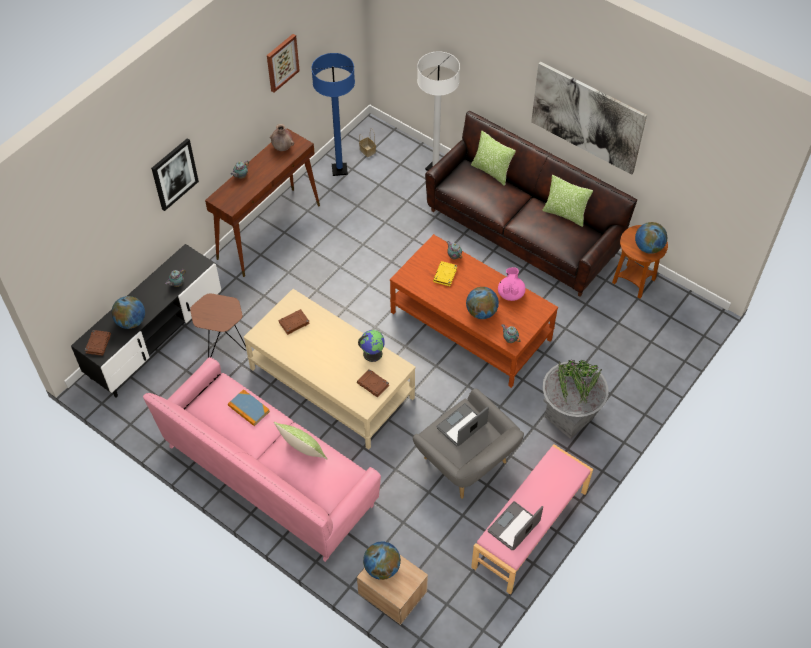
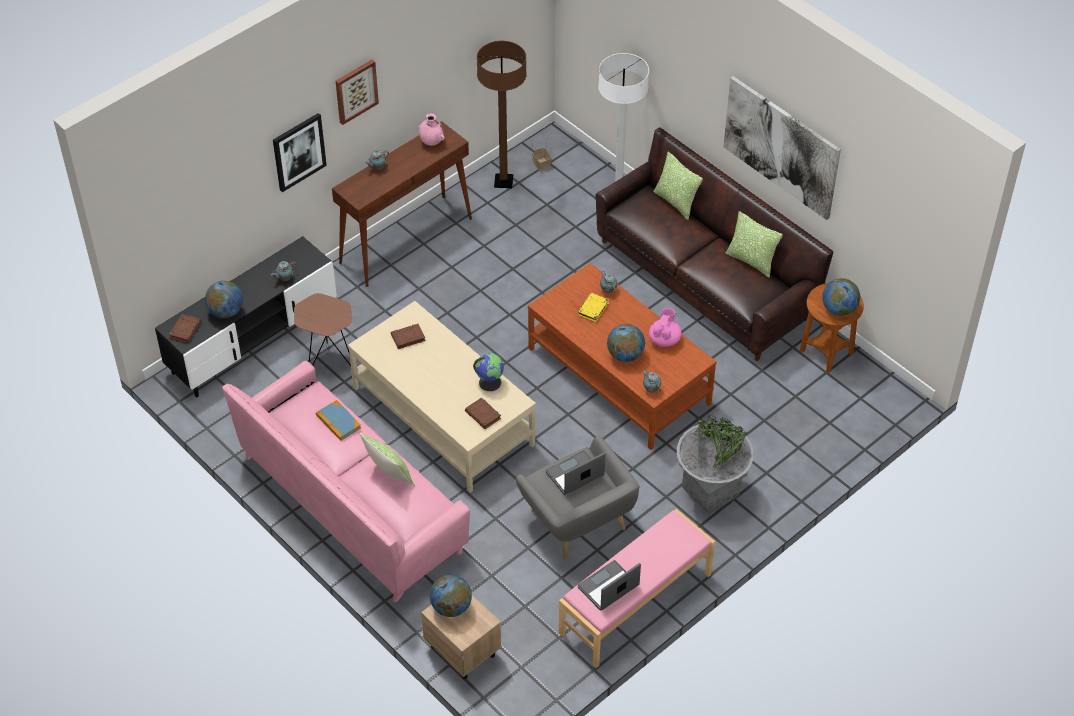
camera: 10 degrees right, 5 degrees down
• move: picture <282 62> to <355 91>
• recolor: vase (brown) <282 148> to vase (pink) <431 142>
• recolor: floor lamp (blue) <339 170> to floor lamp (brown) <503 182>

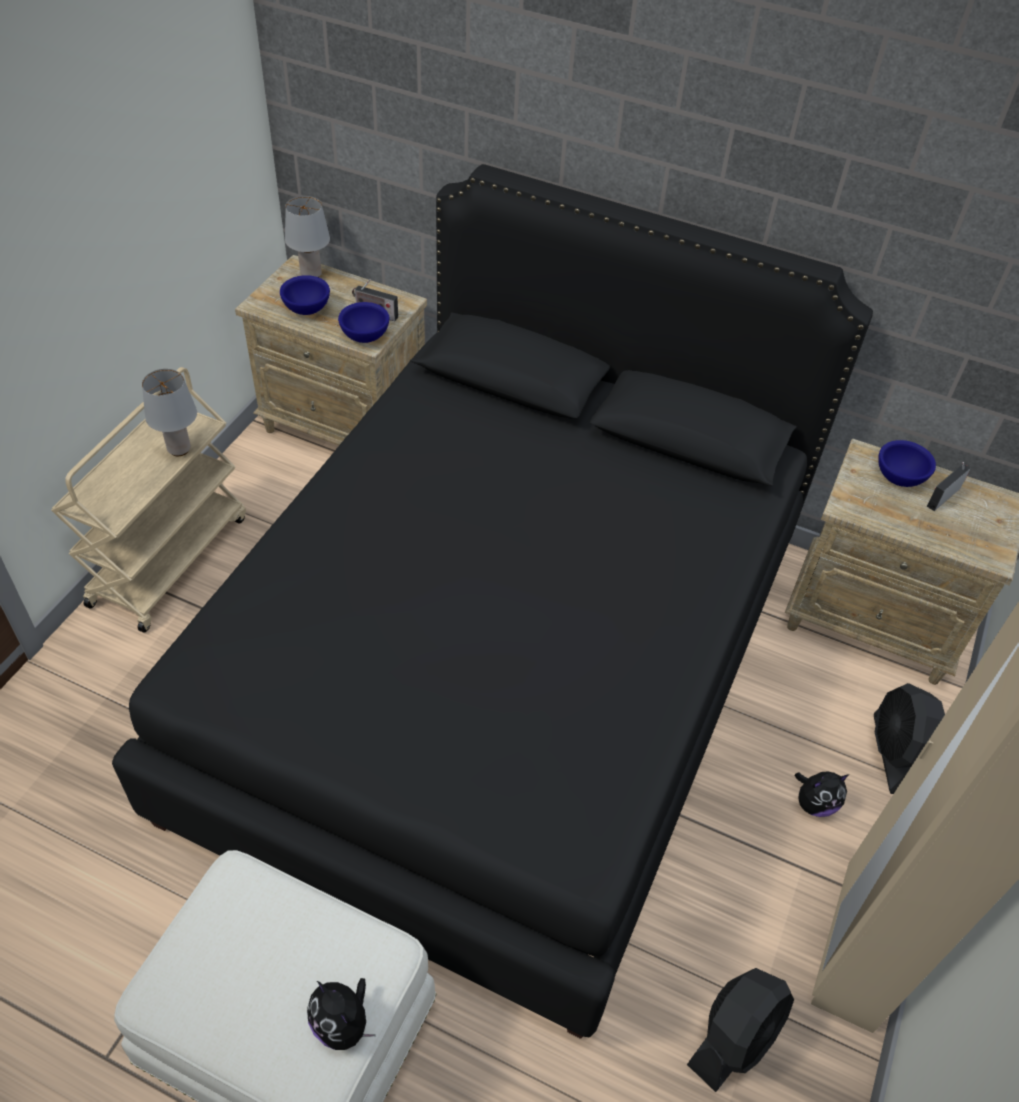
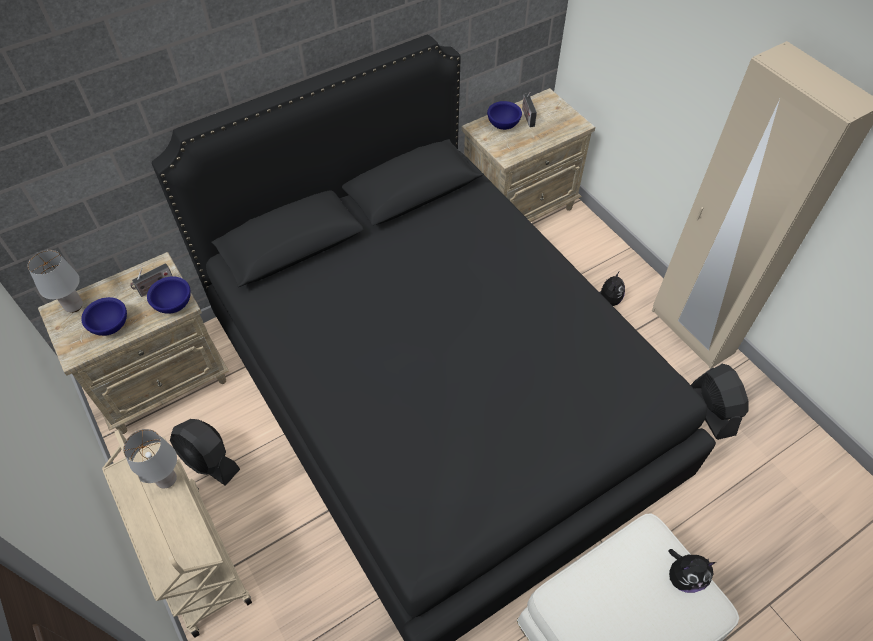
camera: 55 degrees left, 5 degrees up
• move: fan (black) <896 754> to <209 461>

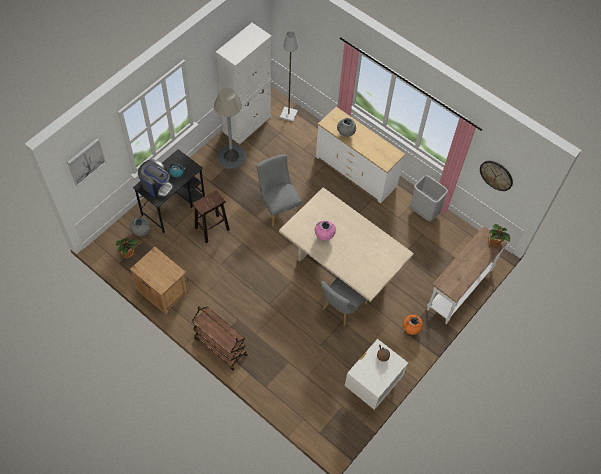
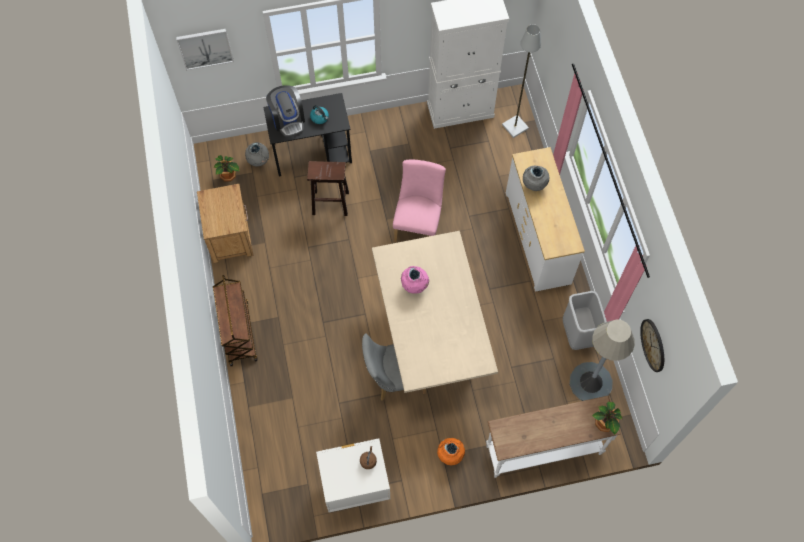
camera: 40 degrees right, 5 degrees up
• move: floor lamp (grey) <231 156> to <590 383>
• recolor: chair (grey) <278 207> to chair (pink) <418 223>

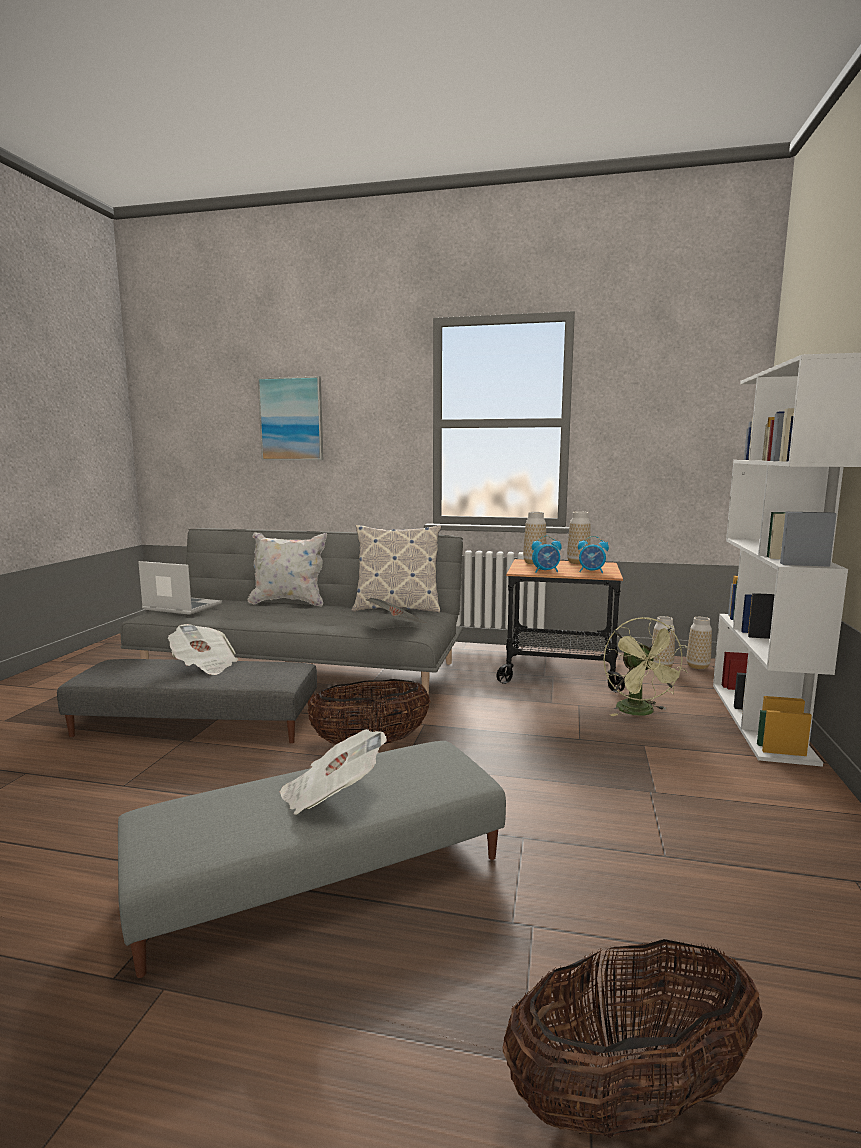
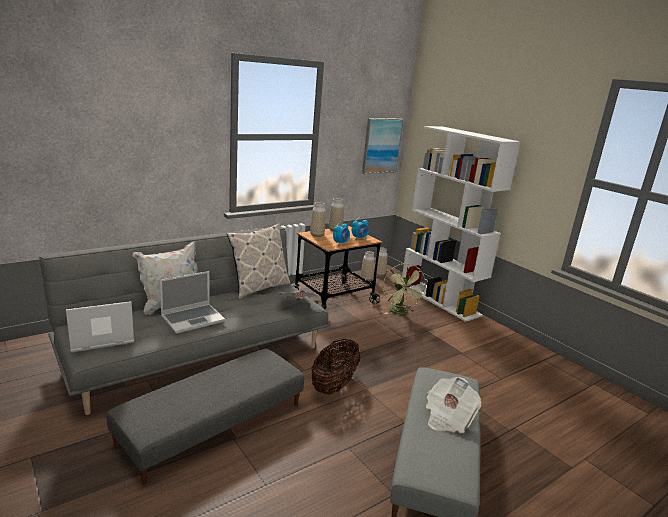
camera: 50 degrees left, 10 degrees up
• delete: newspaper <204 665>
• move: picture <291 419> to <381 145>
• delete: basket <629 1099>
• rotate: fan (green) <640 712> = <400 312> 45 degrees clockwise
• insert: laptop <193 319>

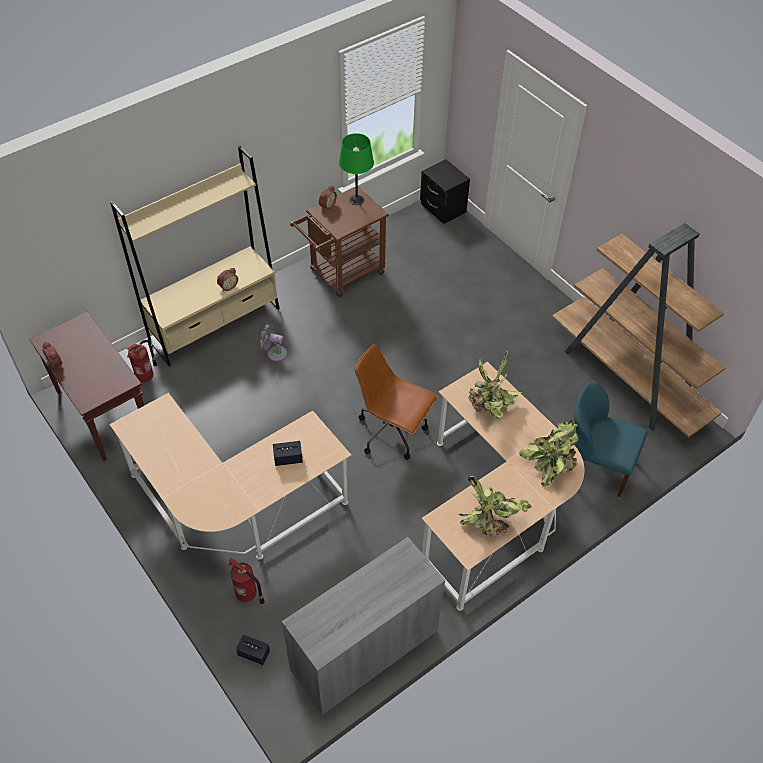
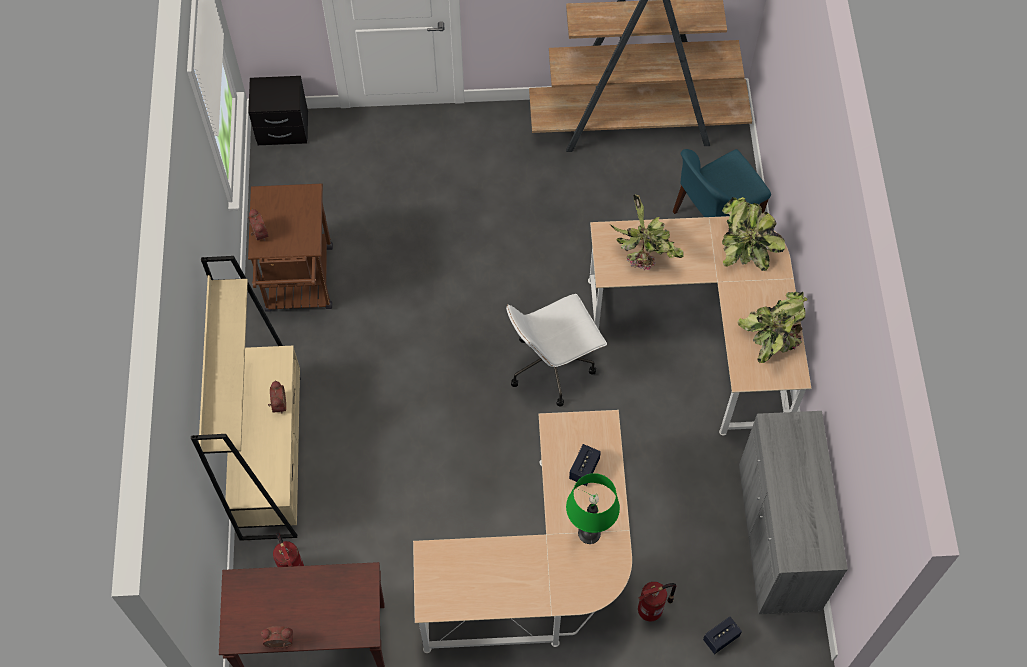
camera: 55 degrees left, 10 degrees up
• delete: fan (grey) <275 353>
• move: table lamp (green) <356 200> to <589 533>
• recolor: office chair (brown) <393 432> to office chair (white) <552 366>

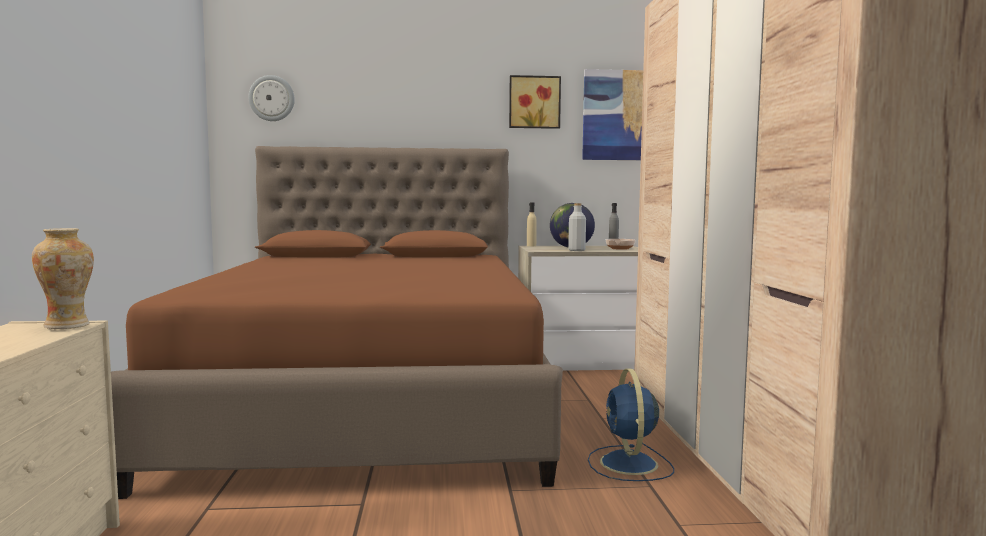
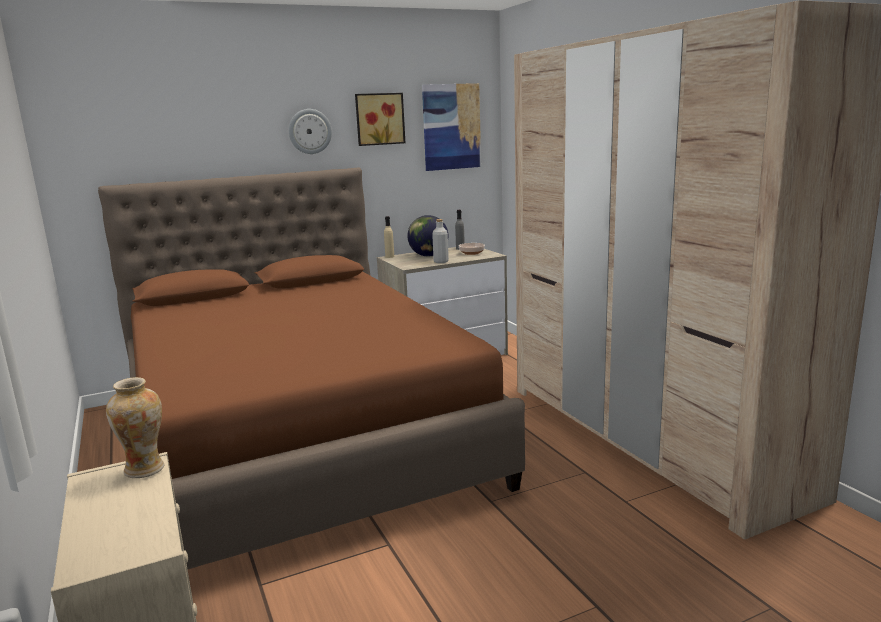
camera: 20 degrees left, 10 degrees up
• move: wall clock <272 98> to <310 131>
• delete: fan (blue) <629 464>

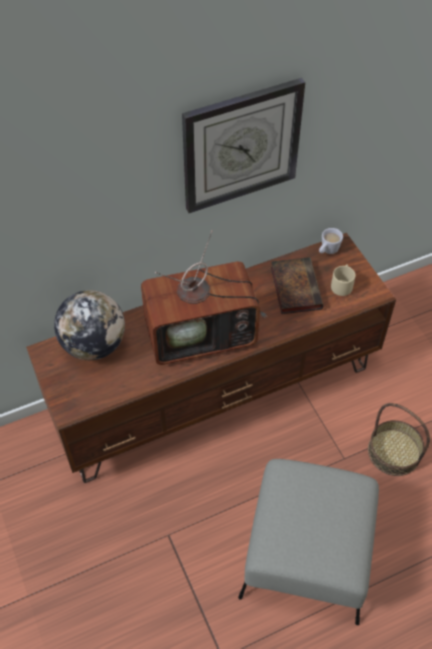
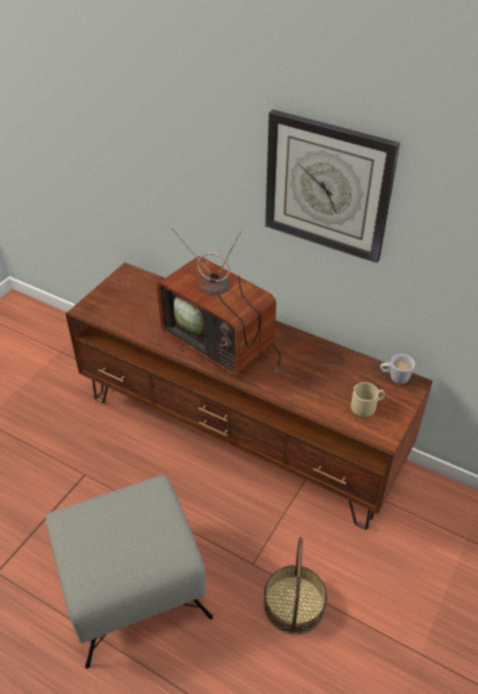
camera: 55 degrees right, 10 degrees down
• delete: globe <94 345>
• delete: book <294 287>

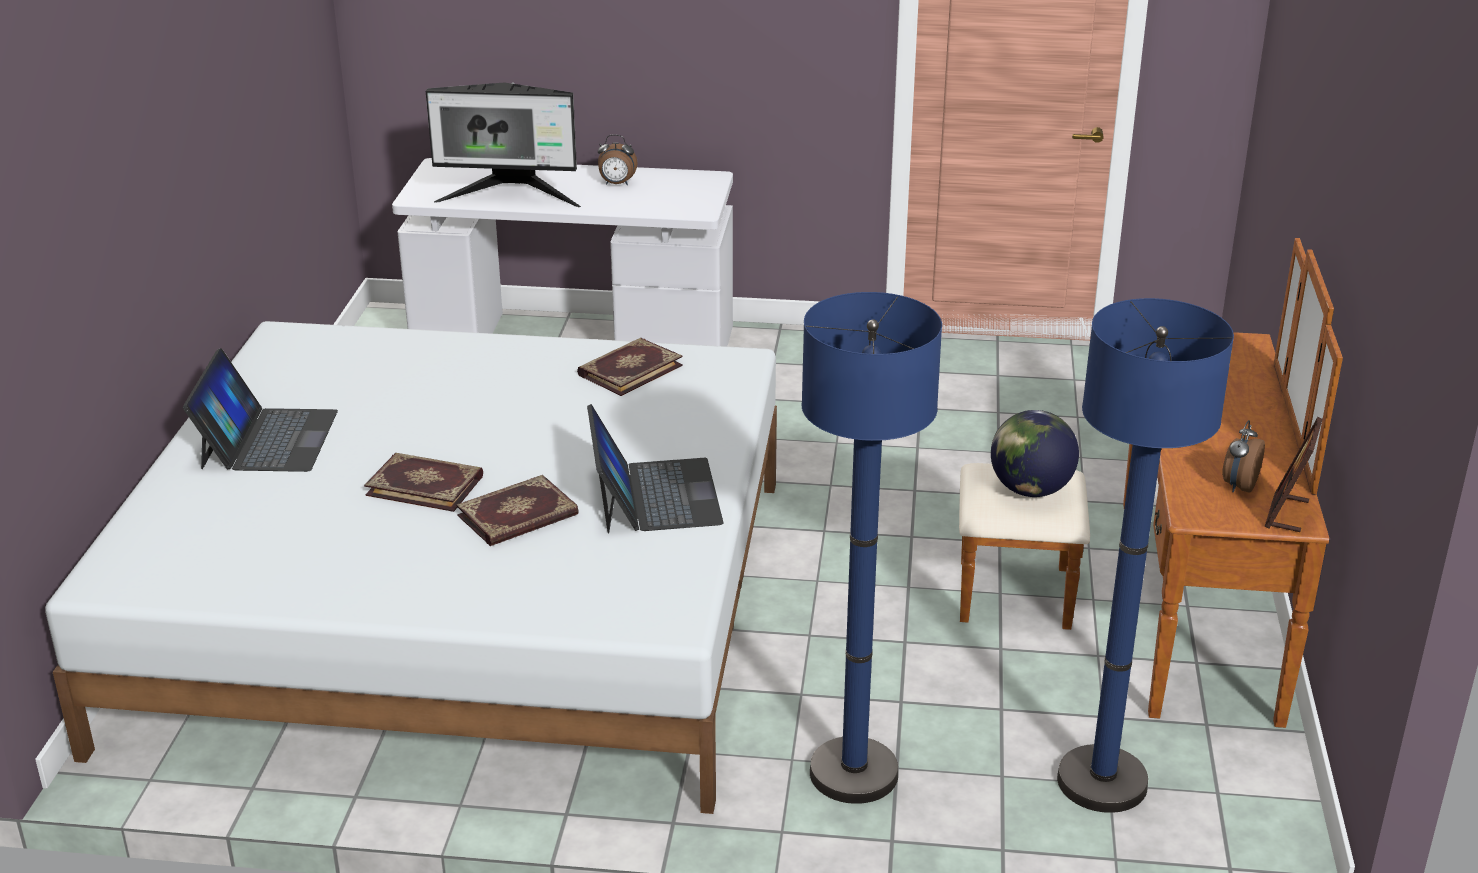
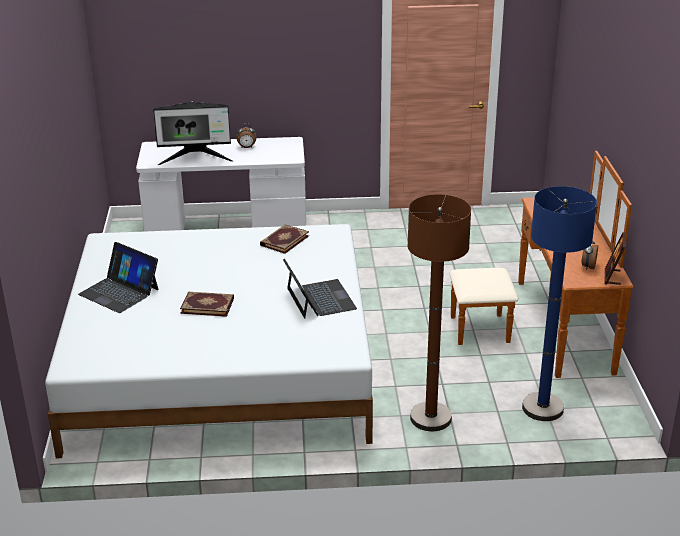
camera: 10 degrees left, 0 degrees up
• rotate: laptop <267 439> = <119 291> 135 degrees clockwise
• delete: book <518 516>
• recolor: floor lamp (blue) <853 773> to floor lamp (brown) <430 418>
• delete: globe <1030 490>

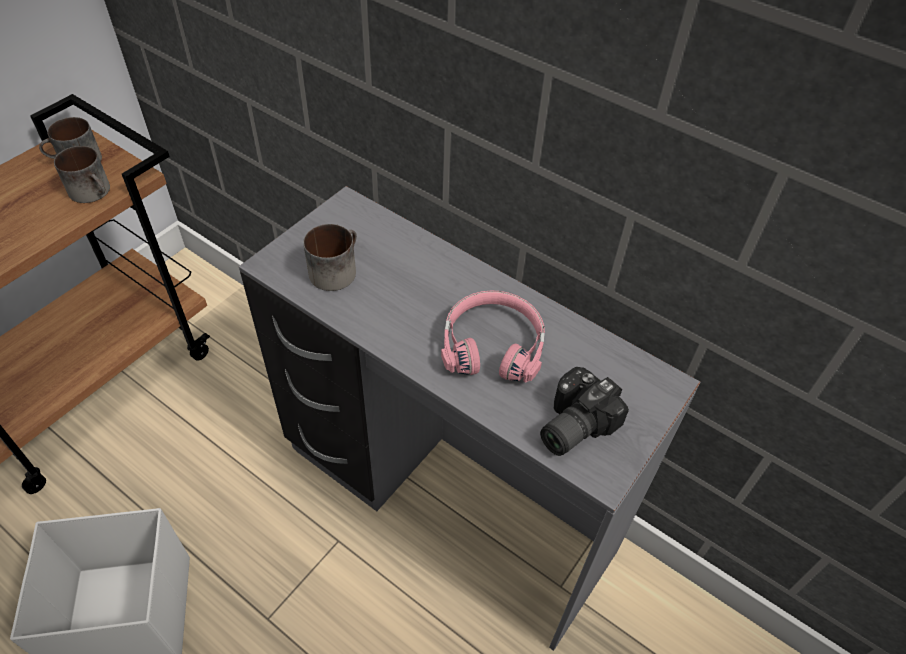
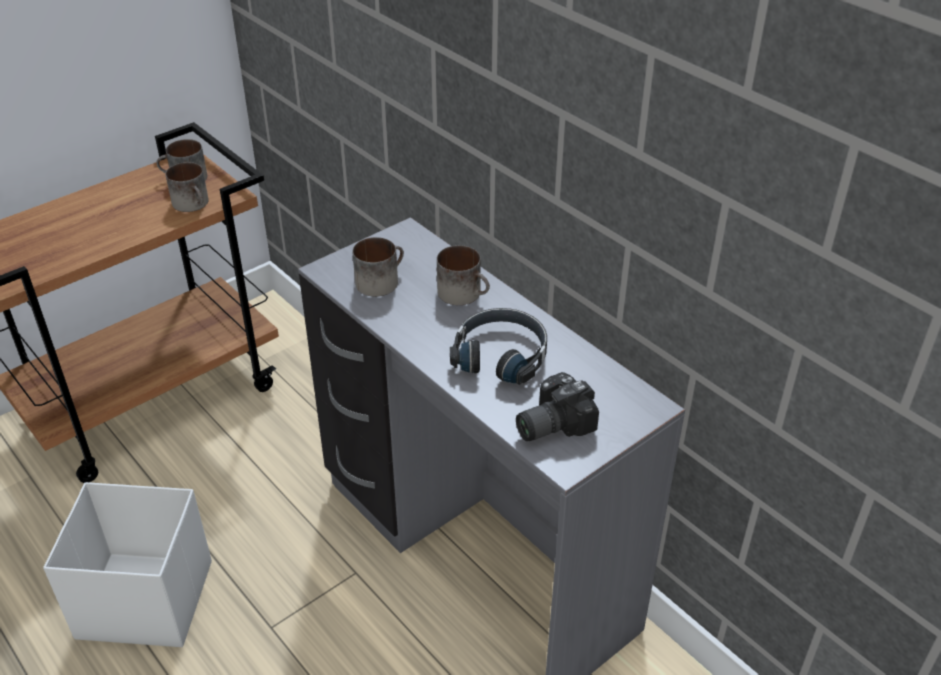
camera: 15 degrees right, 10 degrees down
• recolor: headphones (pink) <493 344> to headphones (black) <501 355>
• insert: mug <465 293>

